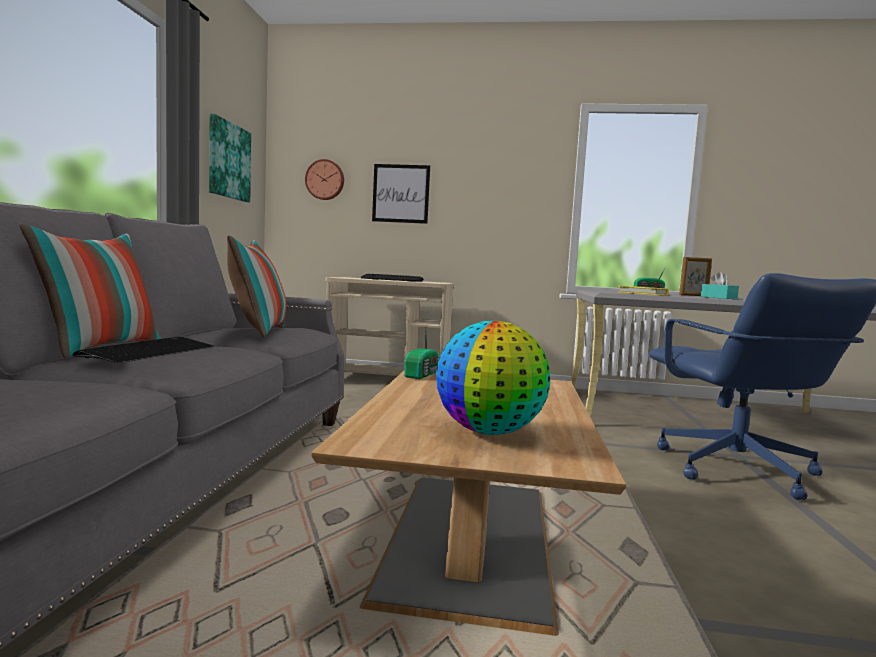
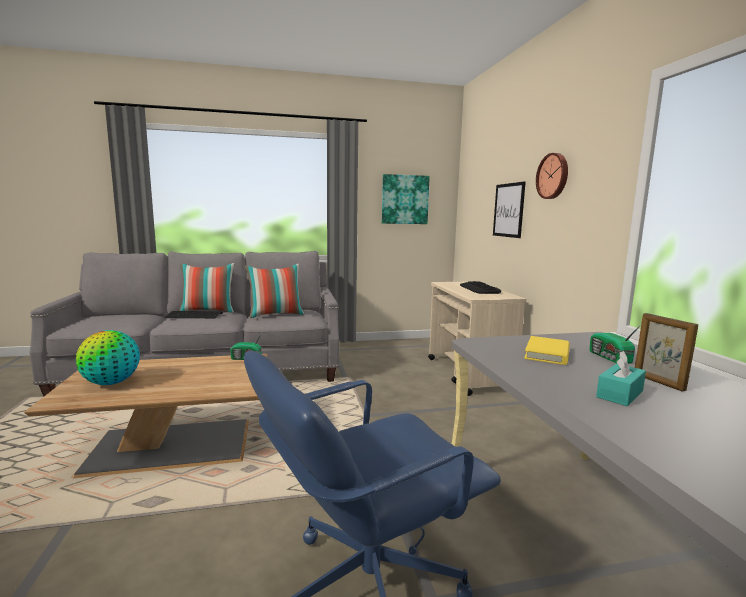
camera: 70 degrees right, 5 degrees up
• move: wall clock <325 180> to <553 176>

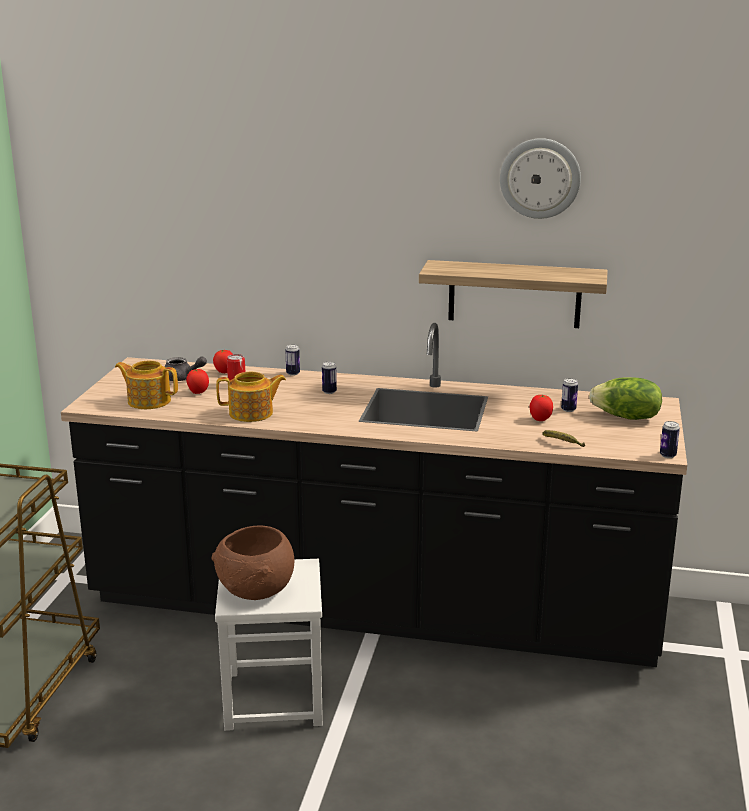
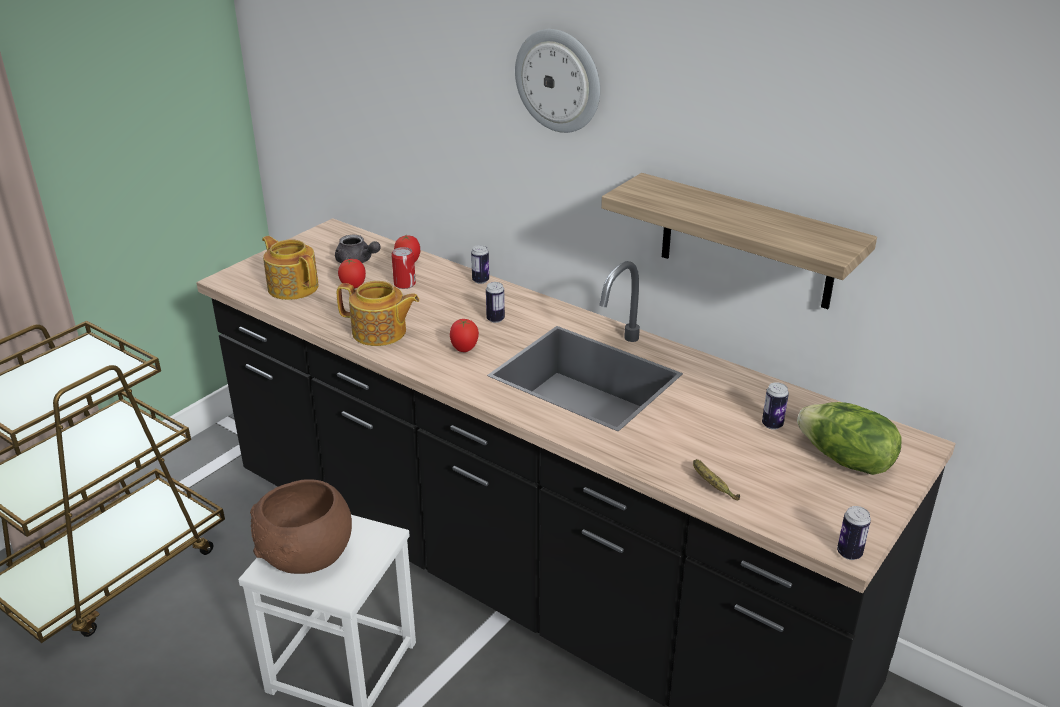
camera: 25 degrees right, 10 degrees up
• move: wall clock <540 178> to <559 80>
• move: tomato <540 420> to <464 349>

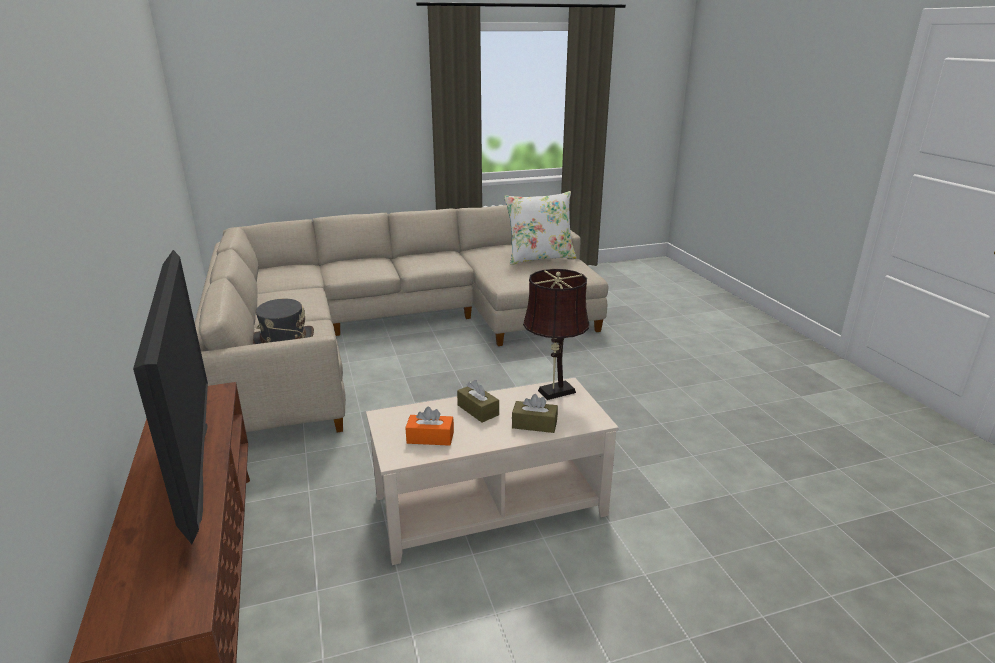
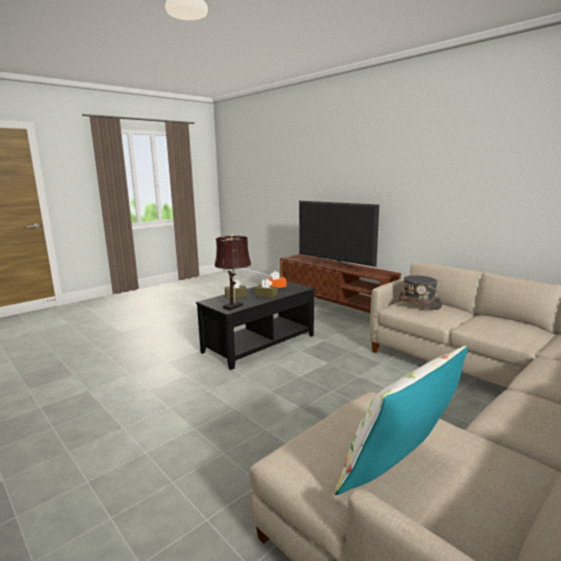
camera: 155 degrees right, 10 degrees down
• recolor: coffee table (beige) <490 505> to coffee table (black) <259 344>

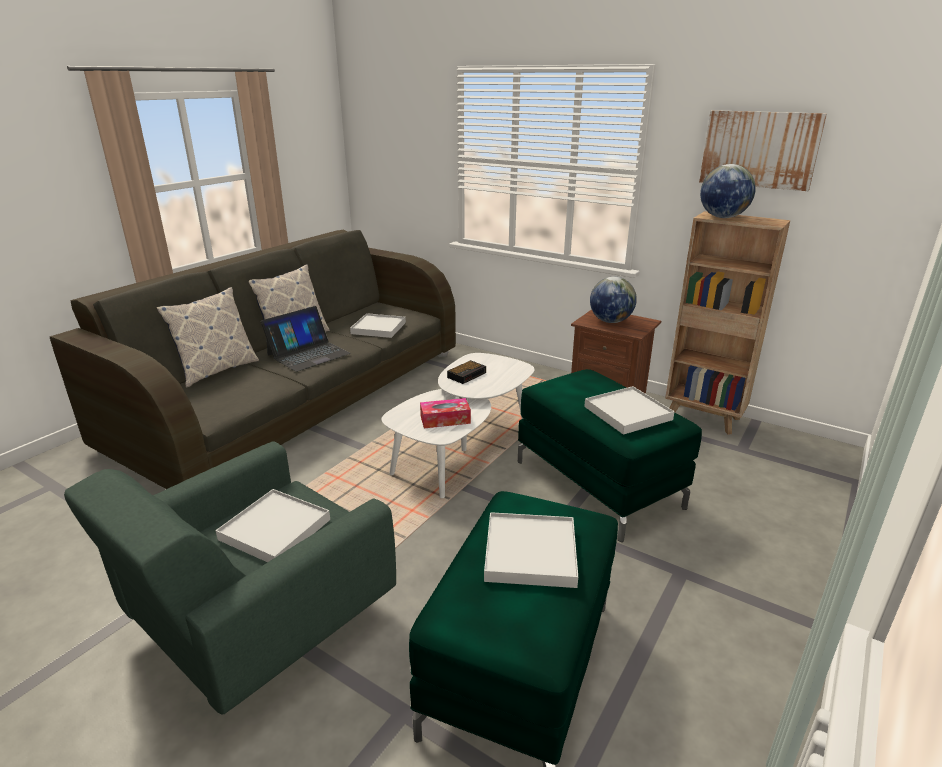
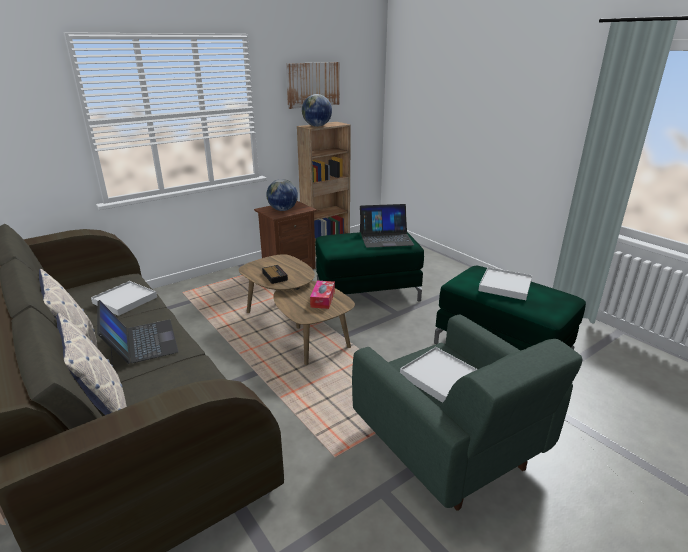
camera: 70 degrees left, 0 degrees up
• recolor: coffee table (white) <463 449> to coffee table (brown) <295 328>
• replace: tray (white) <628 413> to laptop <385 238>

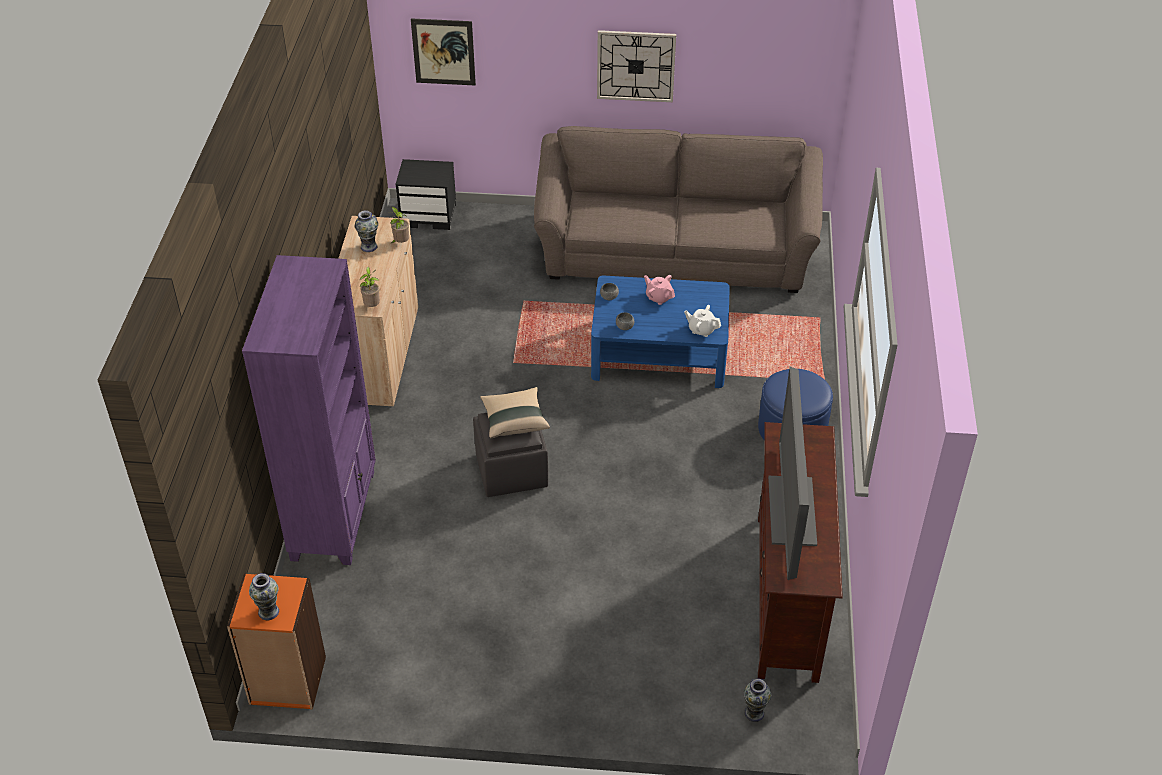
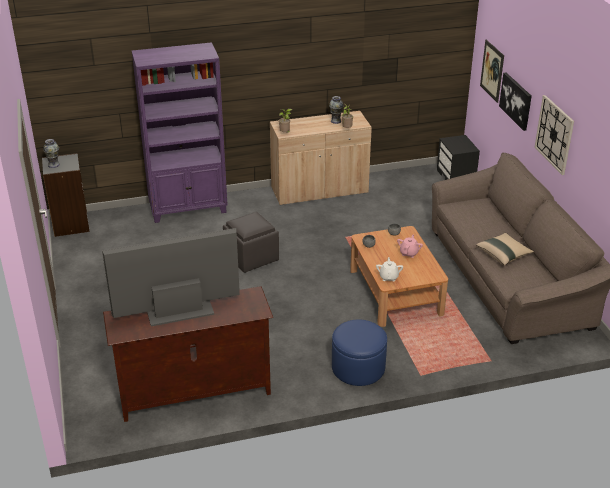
camera: 70 degrees right, 10 degrees down
• recolor: bookcase (orange) <287 681> to bookcase (grey) <70 224>
• move: pillow (beige) <514 420> to <503 255>
• recolor: coffee table (blue) <659 352> to coffee table (brown) <396 292>
• delete: vase <754 713>
• insert: picture <516 101>

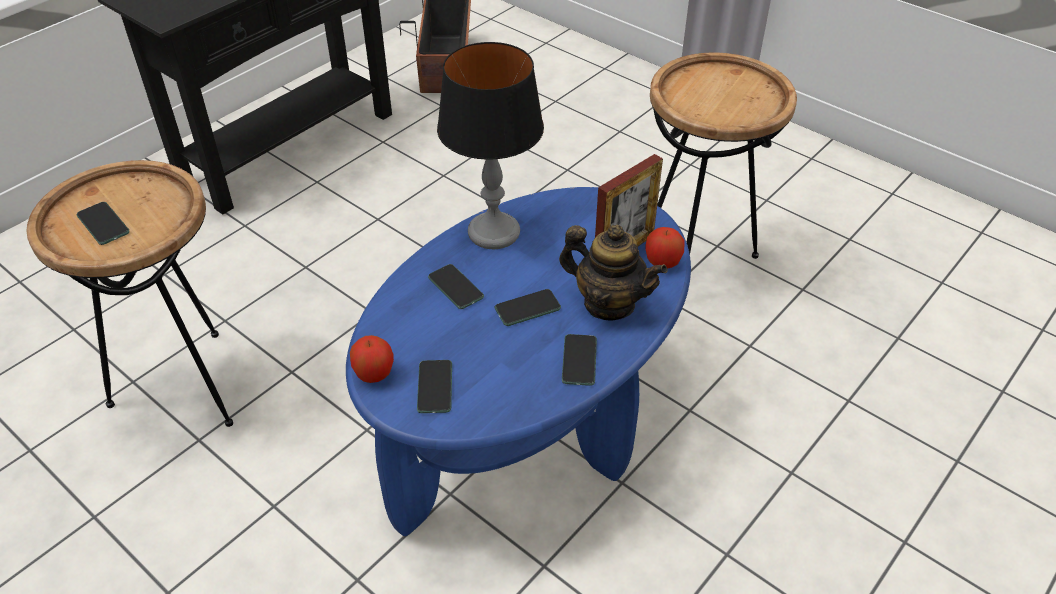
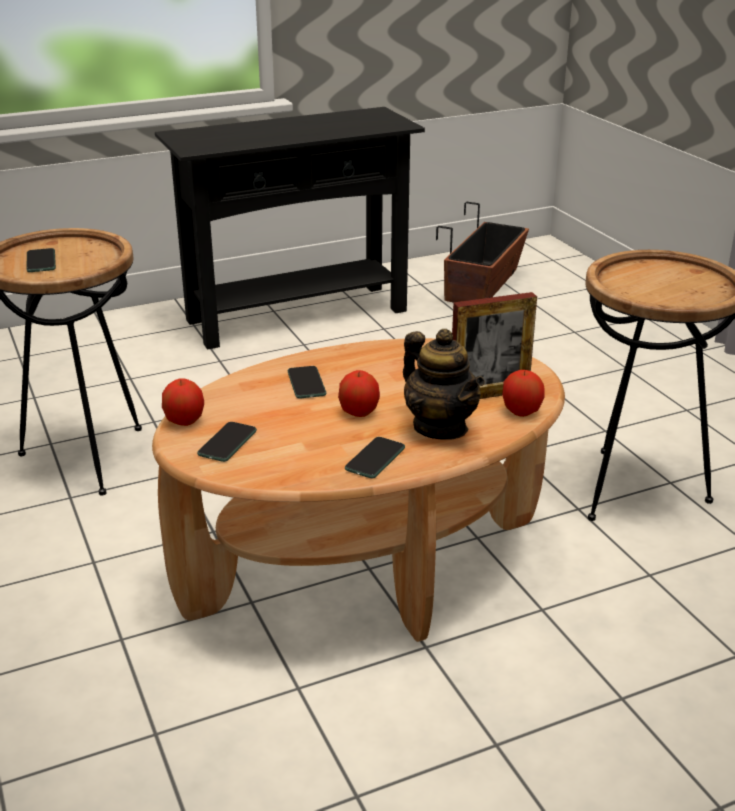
camera: 25 degrees right, 15 degrees down
• recolor: coffee table (blue) <527 420> to coffee table (brown) <367 568>
• delete: table lamp <493 232>
• replace: phone <527 308> to apple <359 412>

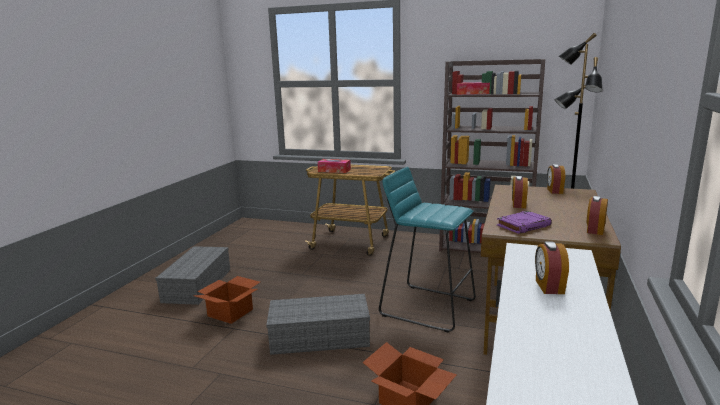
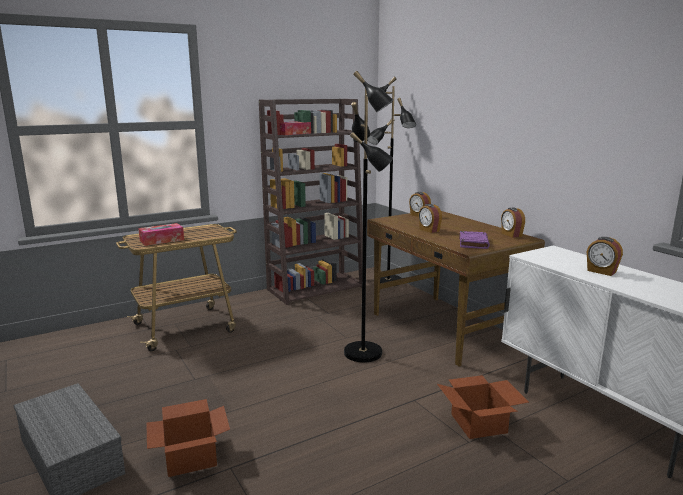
camera: 50 degrees left, 0 degrees up
• delete: storage box (grey) <321 336>
• replace: stool (turquoise) <427 307> to floor lamp (black) <364 353>

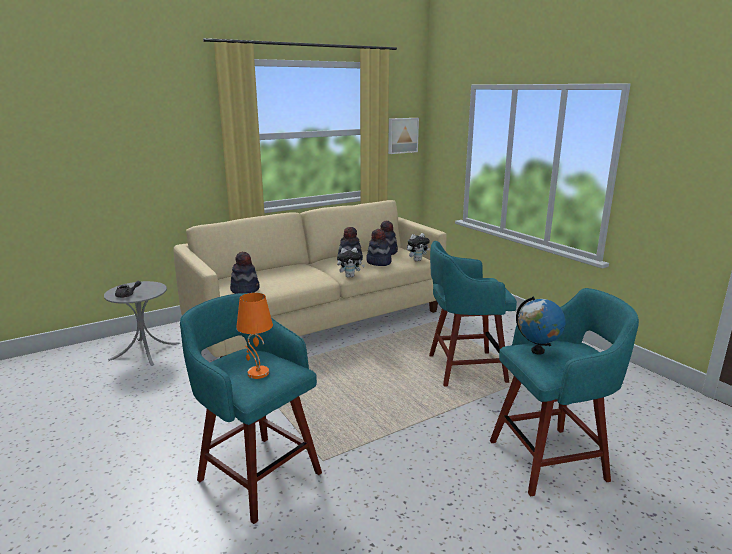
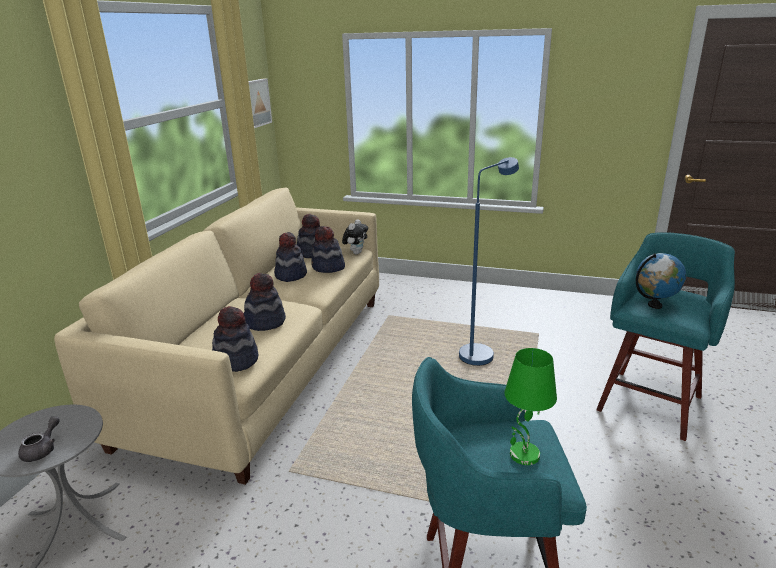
camera: 40 degrees left, 5 degrees up
• recolor: table lamp (orange) <257 373> to table lamp (green) <524 455>
• delete: plush toy <350 276>
• replace: stool (turquoise) <464 368> to floor lamp (blue) <481 353>
• insert: hat <265 322>

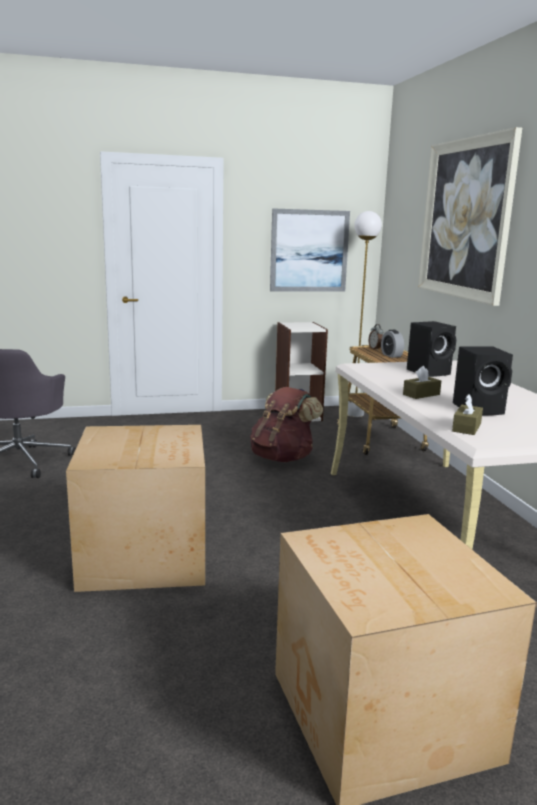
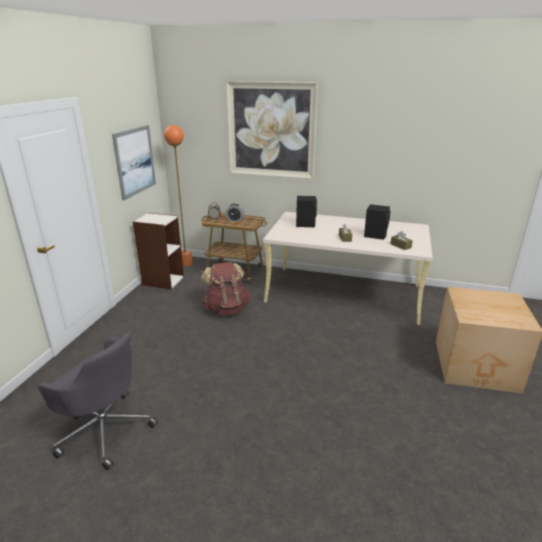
camera: 60 degrees left, 10 degrees up
• delete: cardboard box <146 554>
• recolor: floor lamp (white) <355 414> to floor lamp (orange) <186 264>

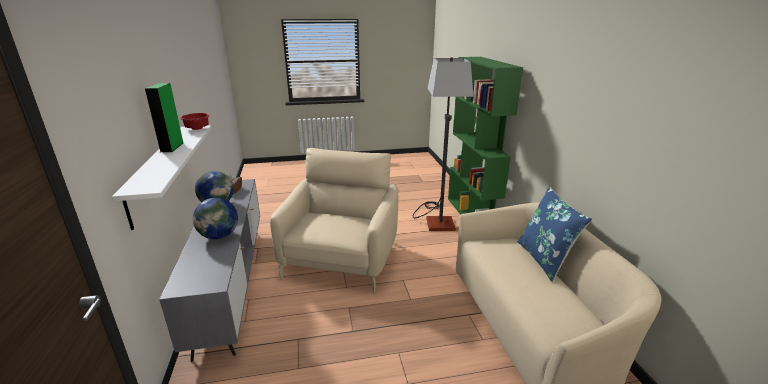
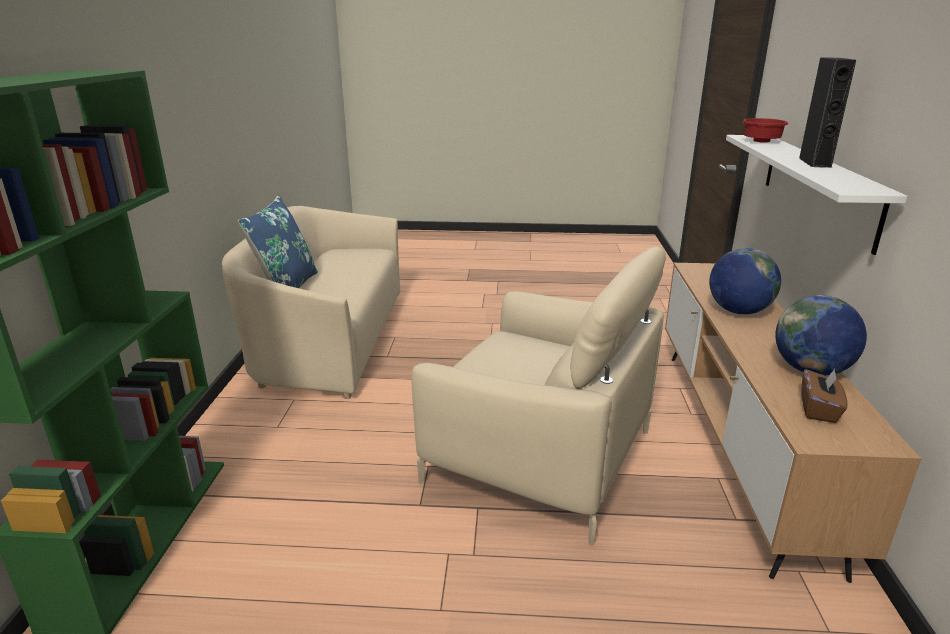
camera: 165 degrees left, 0 degrees up
• recolor: speaker (green) <172 147> to speaker (black) <814 162>
• recolor: tv stand (grey) <232 283> to tv stand (brown) <737 442>
• move: bowl (red) <197 129> to <761 141>
• rotate: armchair (beige) <341 260> = <539 456> 90 degrees counterclockwise
• delete: floor lamp <436 220>

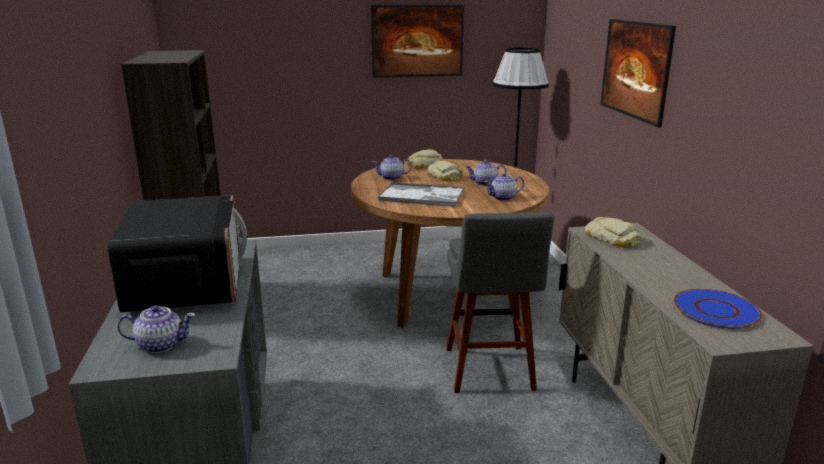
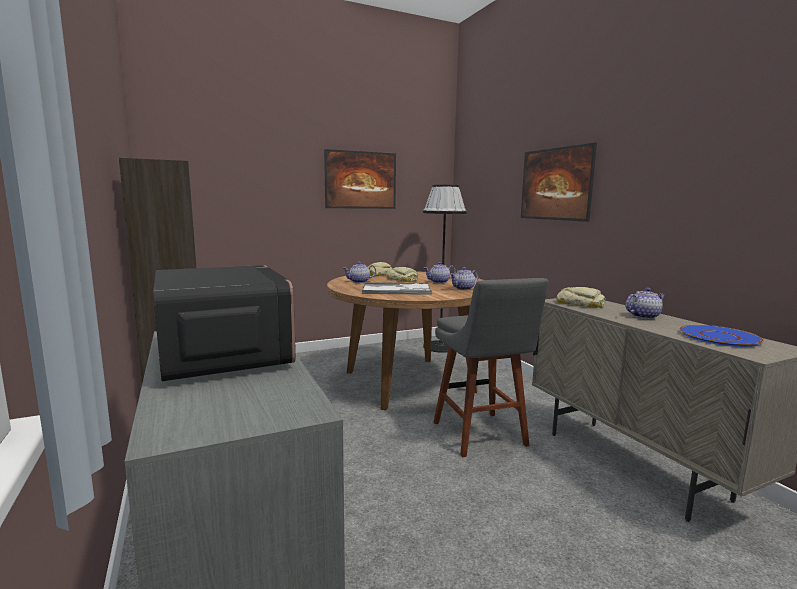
camera: 15 degrees left, 10 degrees down
• move: teapot <161 344> to <643 316>

